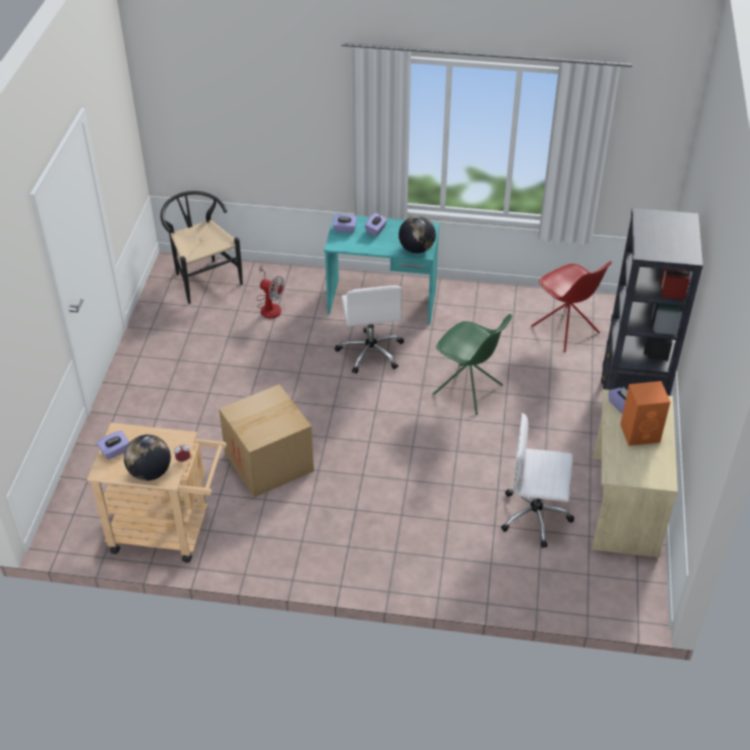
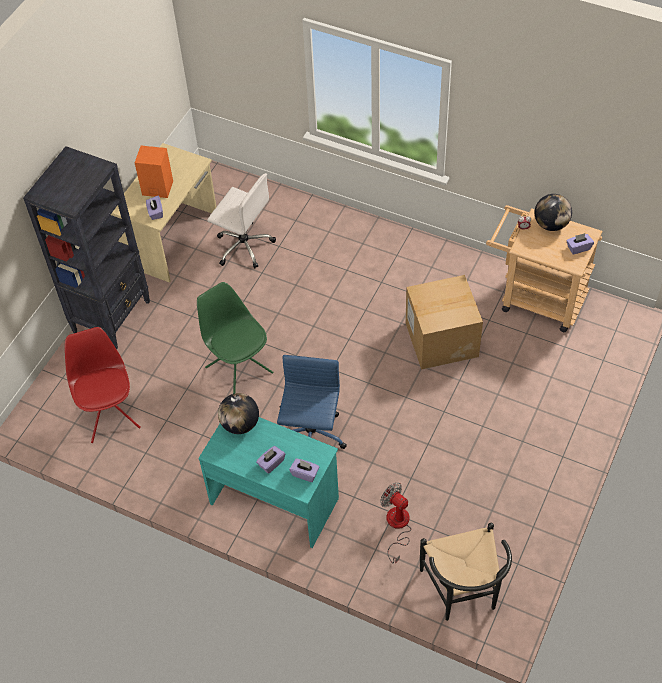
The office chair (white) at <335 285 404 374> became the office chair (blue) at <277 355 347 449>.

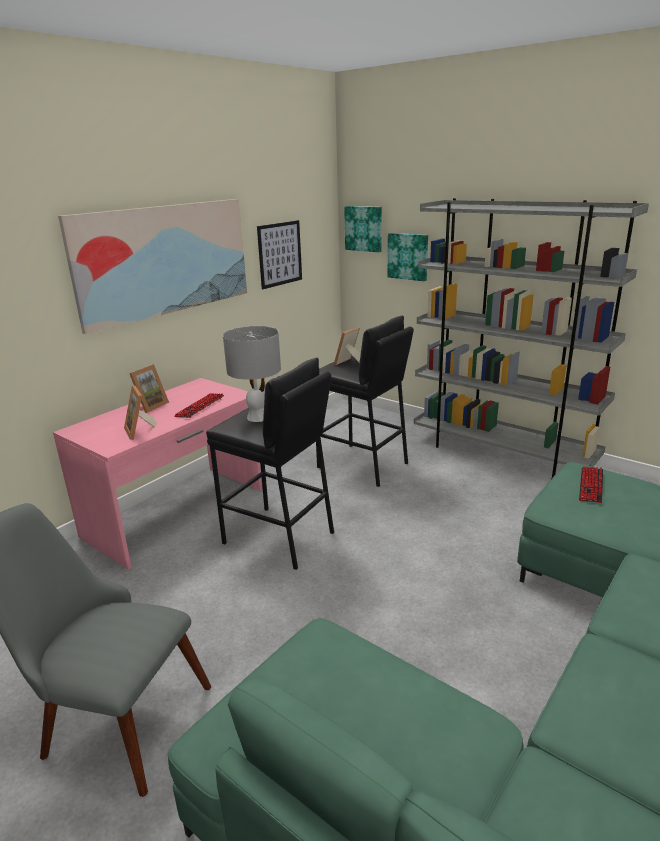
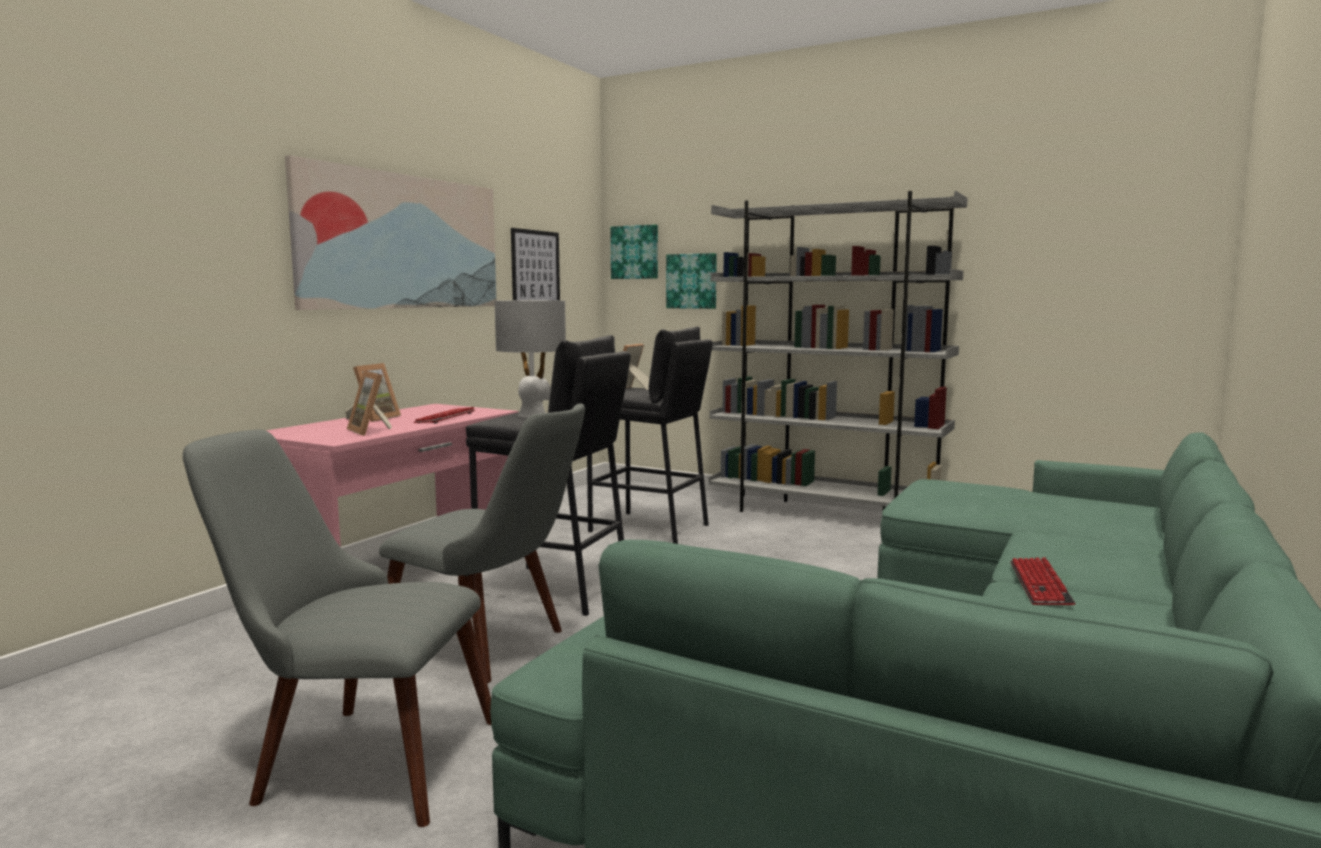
The keyboard moved from <579 466 603 503> to <1010 557 1075 605>. The chair (grey) at <379 403 585 683> appeared.

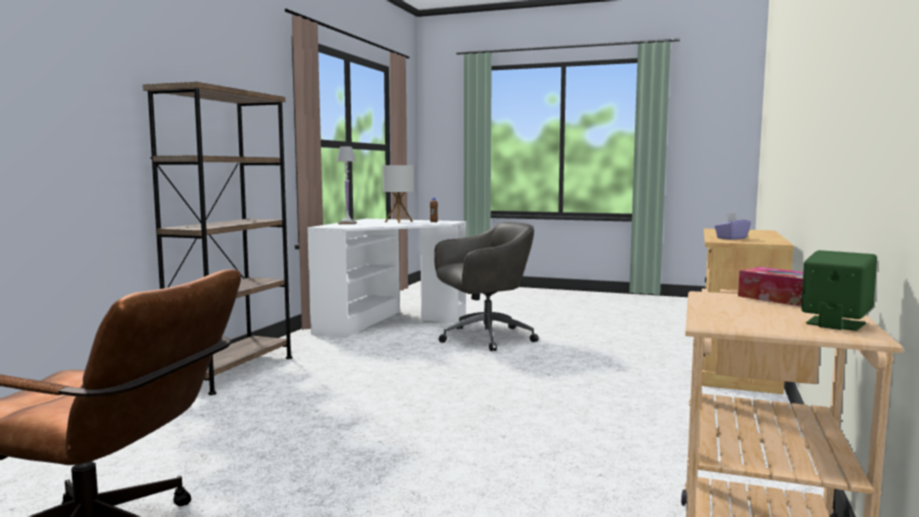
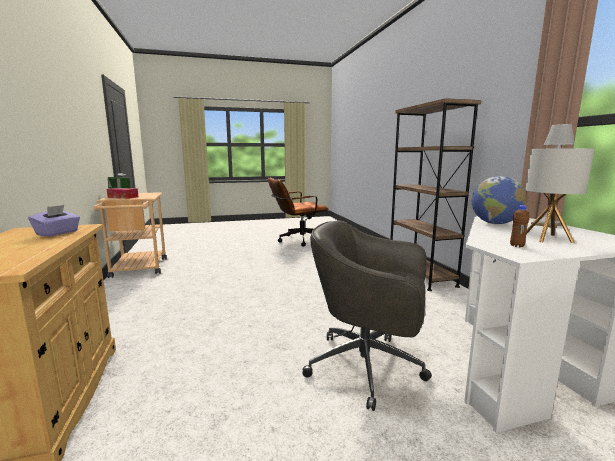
The office chair (grey) at <434 222 539 351> turned 75 degrees clockwise. The globe at <472 176 527 224> appeared.

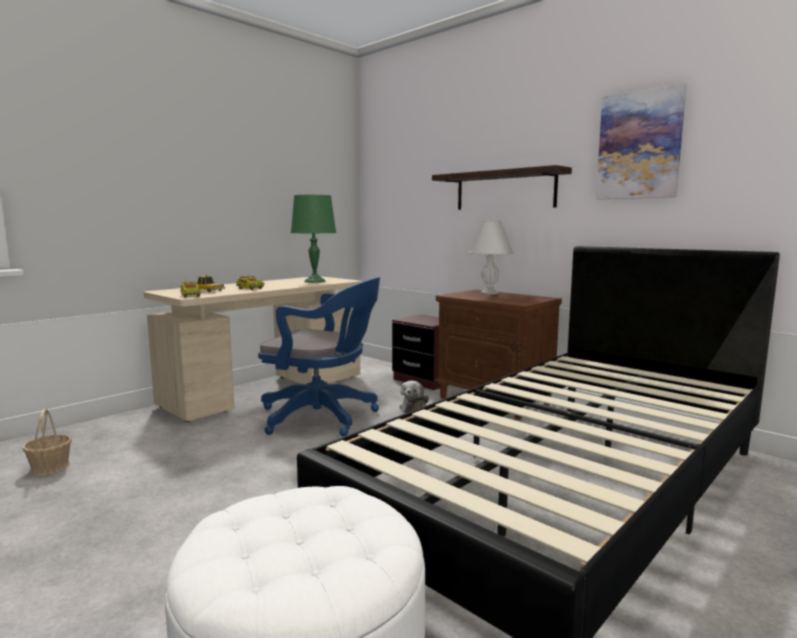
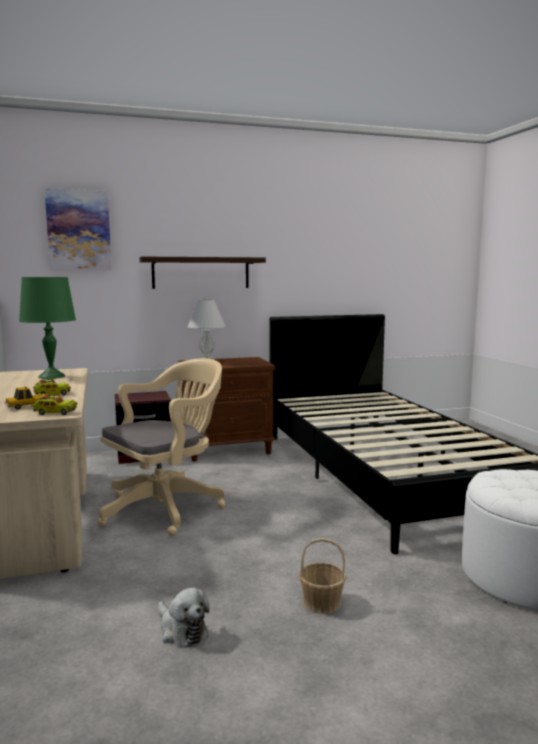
The picture moved from <596 83 687 200> to <45 188 112 271>. The office chair (blue) at <258 277 380 437> became the office chair (beige) at <97 358 225 536>. The plush toy moved from <400 380 429 413> to <158 588 209 647>. The basket moved from <23 409 72 475> to <299 538 346 614>.

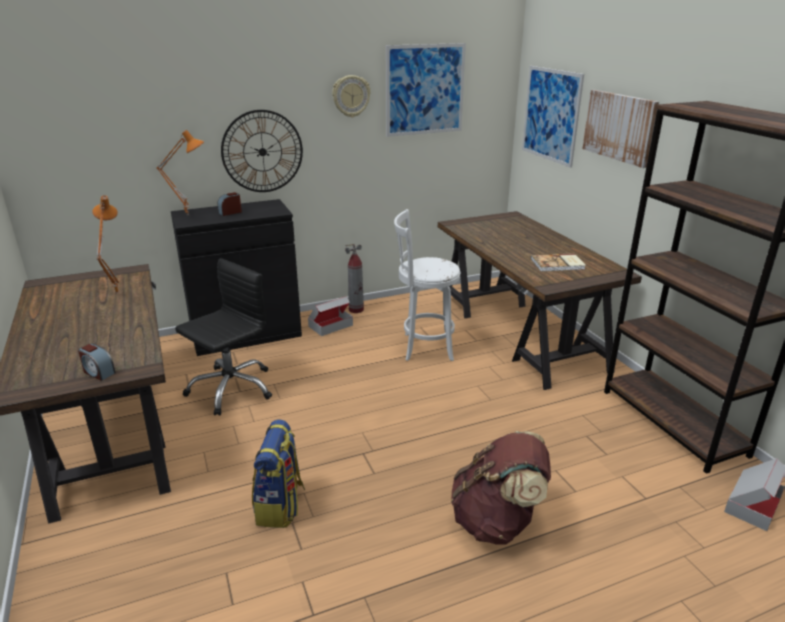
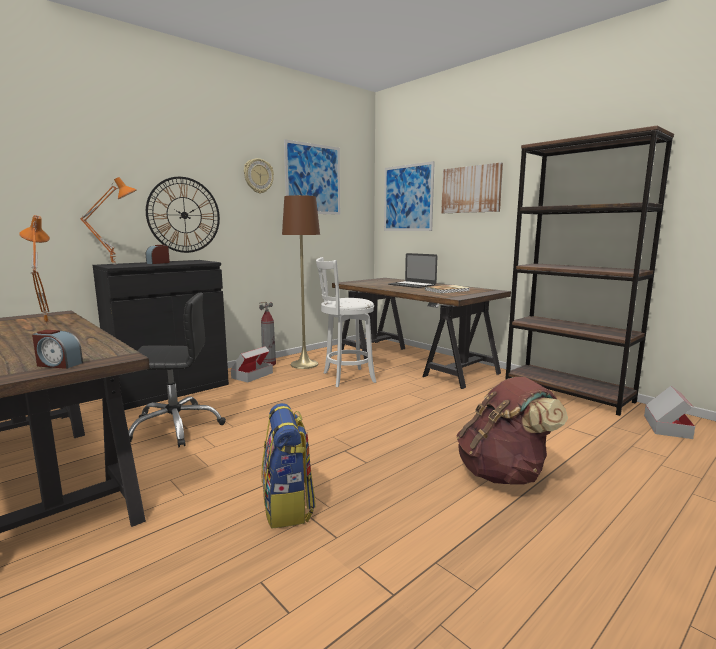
The office chair (black) at <175 258 272 416> turned 60 degrees clockwise. The floor lamp (brown) at <282 195 320 369> appeared. The laptop at <388 253 437 288> appeared.

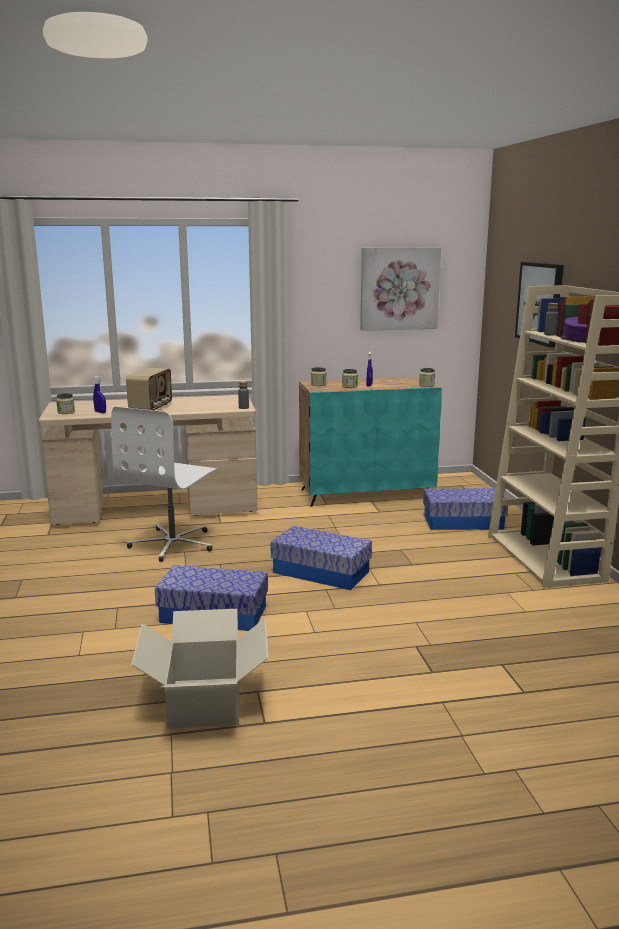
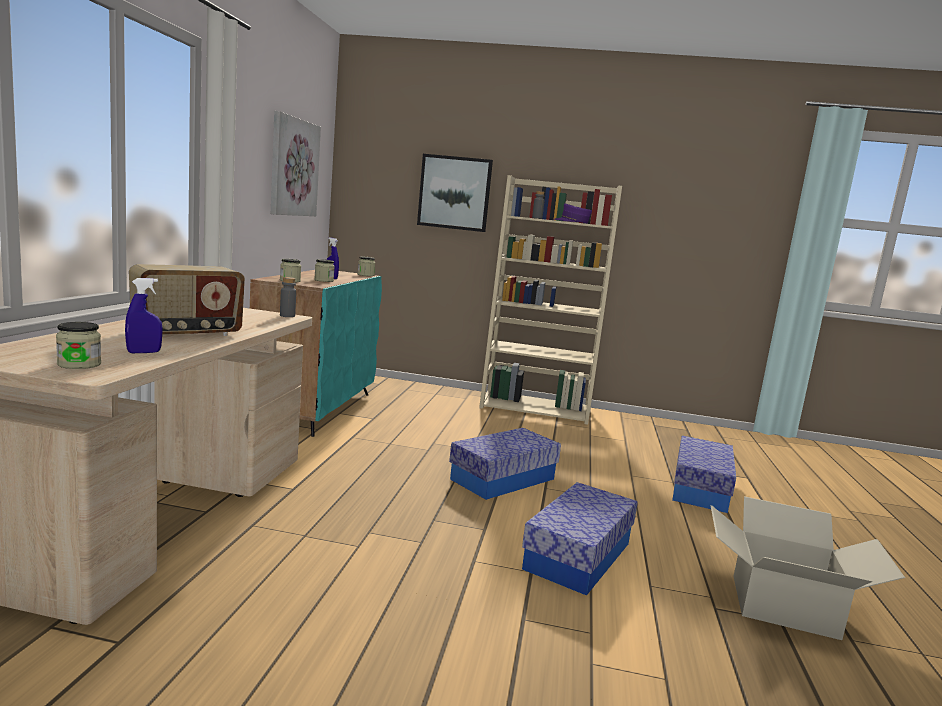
The radio at <126 368 172 410> turned 105 degrees clockwise. The office chair (white) at <111 406 217 562> disappeared. The storage box moved from <423 488 508 530> to <672 436 736 513>.

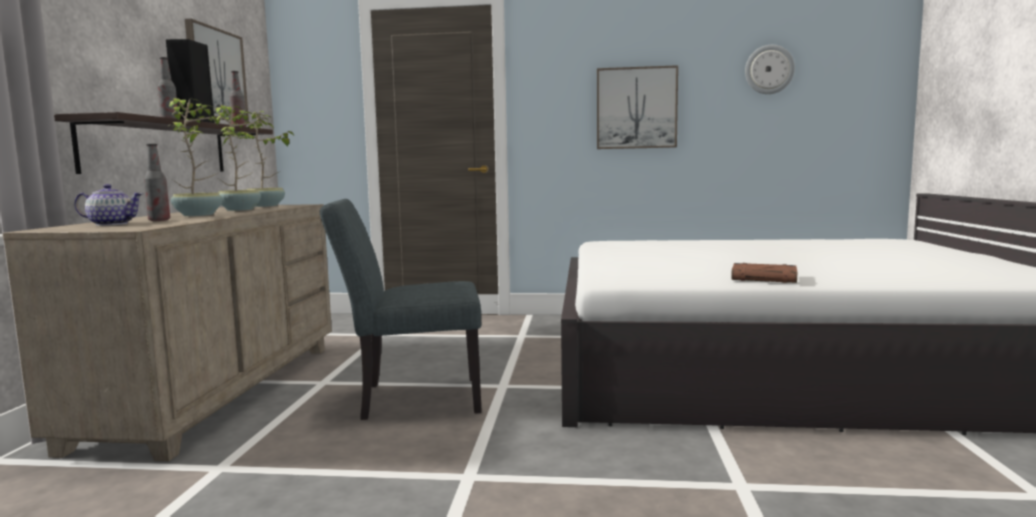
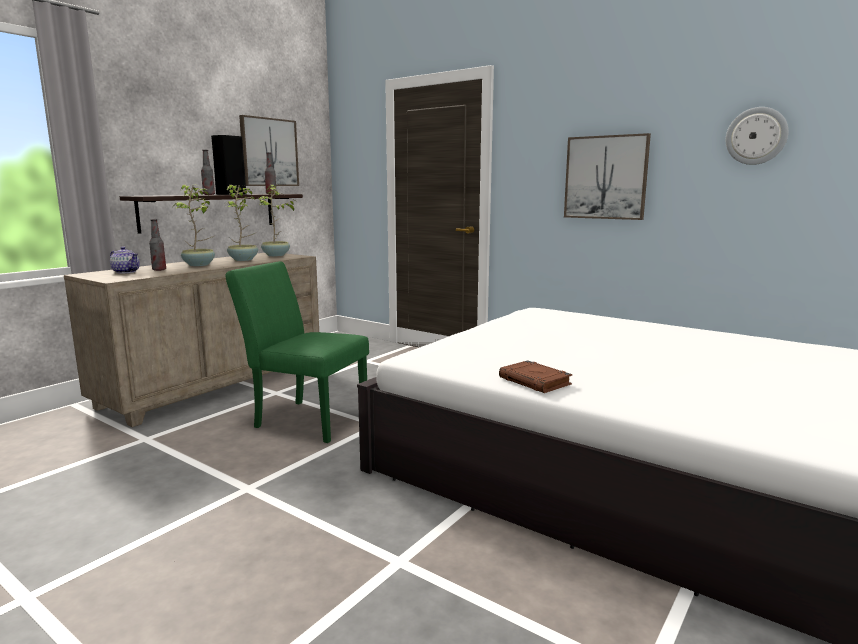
The chair (grey) at <320 199 482 420> became the chair (green) at <225 261 369 443>.

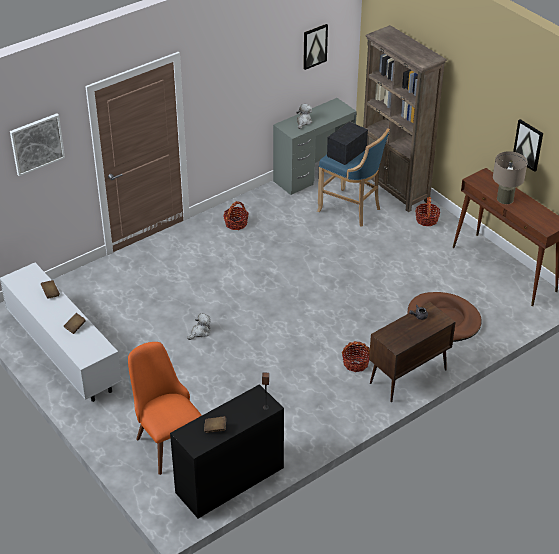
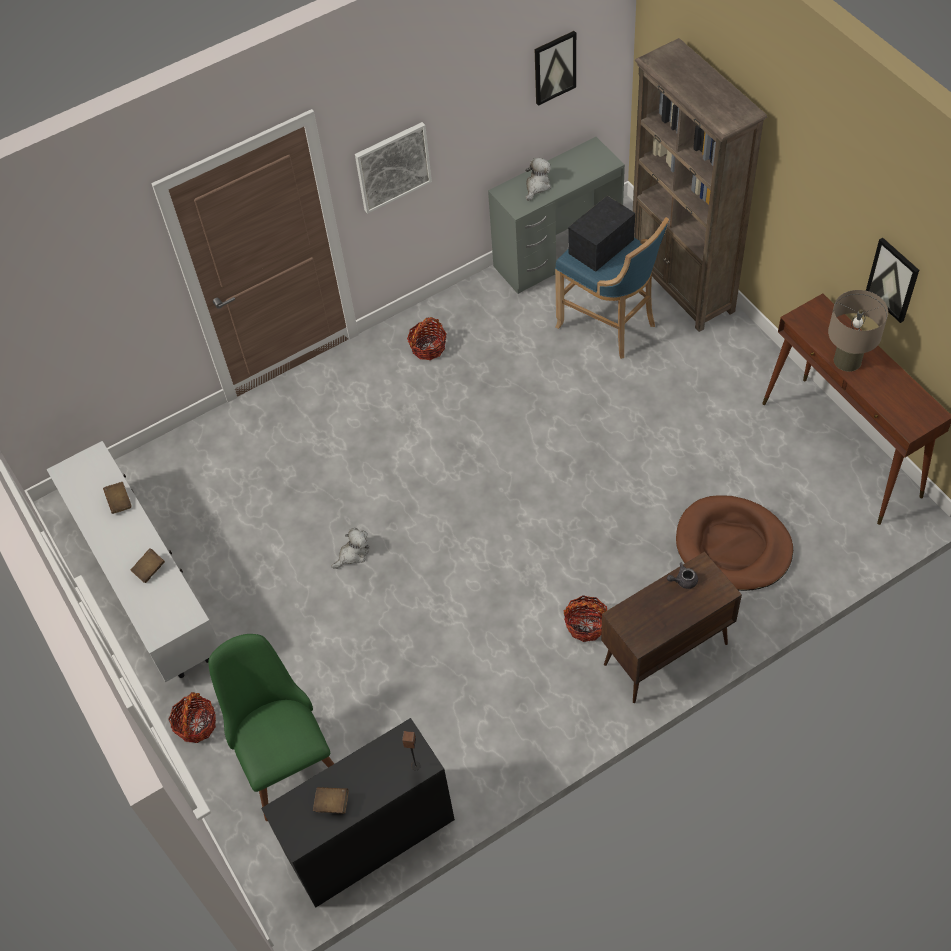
The picture moved from <10 113 65 176> to <355 122 432 214>. The basket moved from <415 197 440 226> to <168 692 216 743>. The chair (orange) at <128 342 202 475> became the chair (green) at <208 634 334 821>.

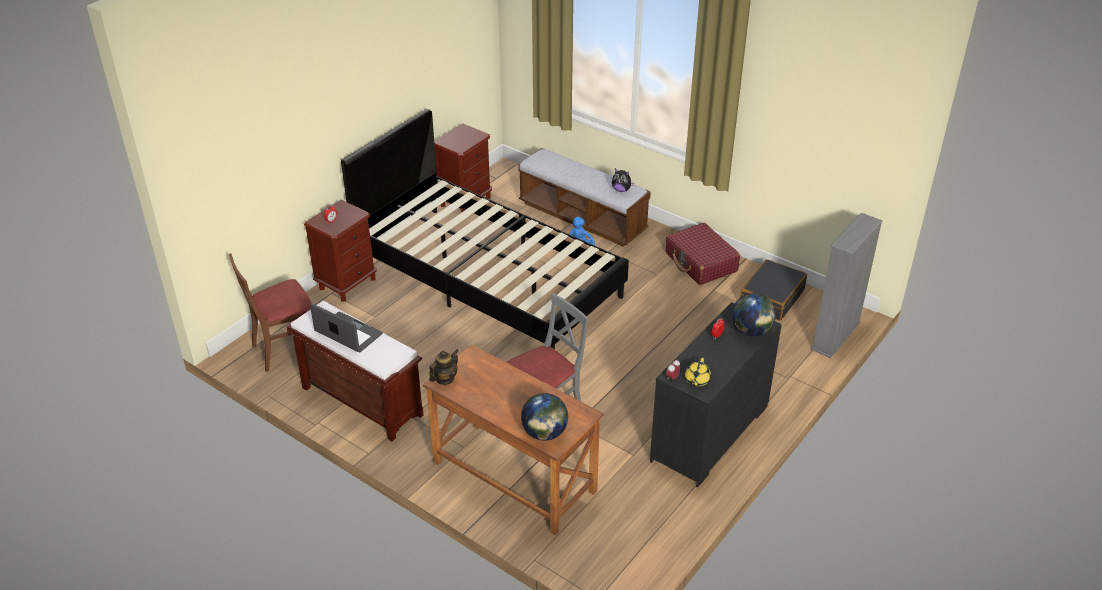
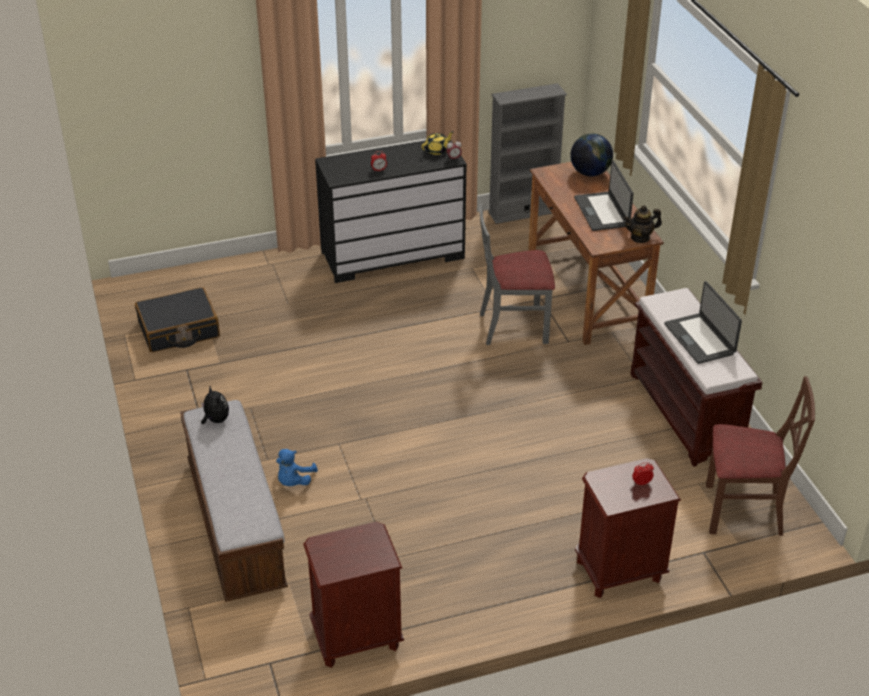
The bed (black) at <341 109 629 350> disappeared. The bookcase (grey) moved from <811 213 883 358> to <488 83 567 224>. The suitcase (red) at <666 223 740 285> disappeared. The globe at <732 293 776 336> disappeared. The laptop at <574 161 634 231> appeared.

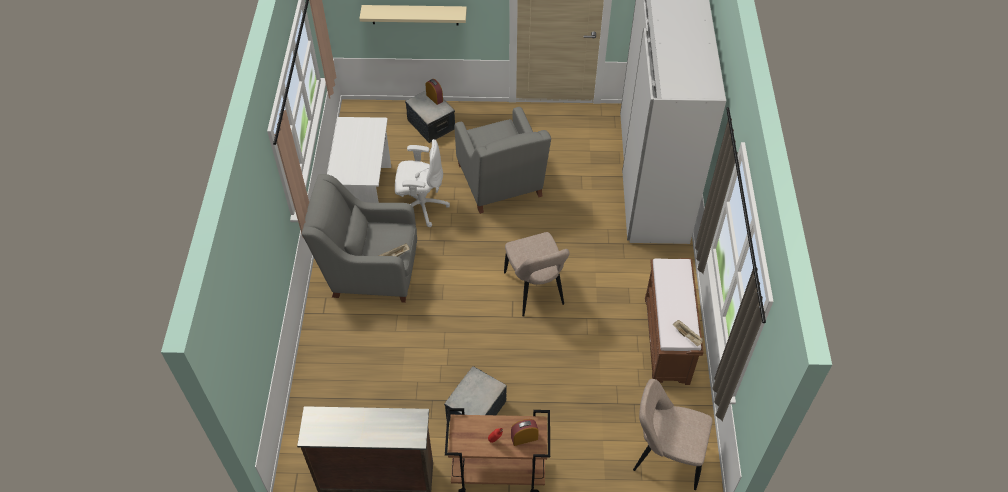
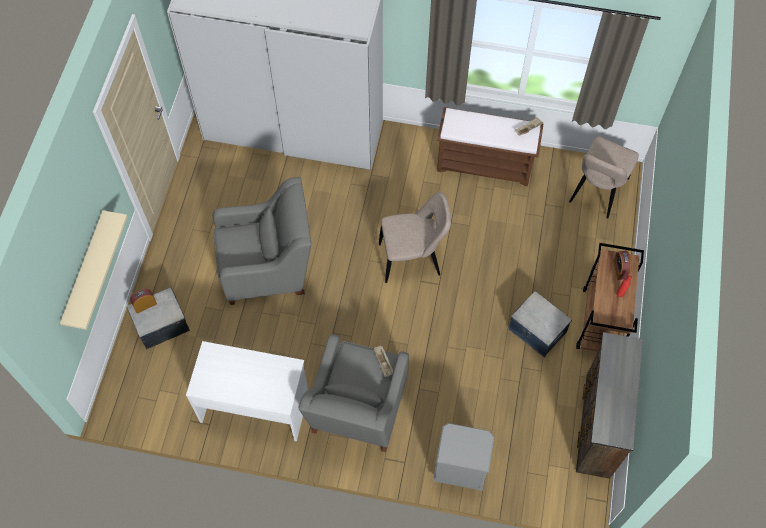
The office chair (white) at <395 139 450 227> disappeared. The nightstand (grey) at <433 423 494 491> appeared.

